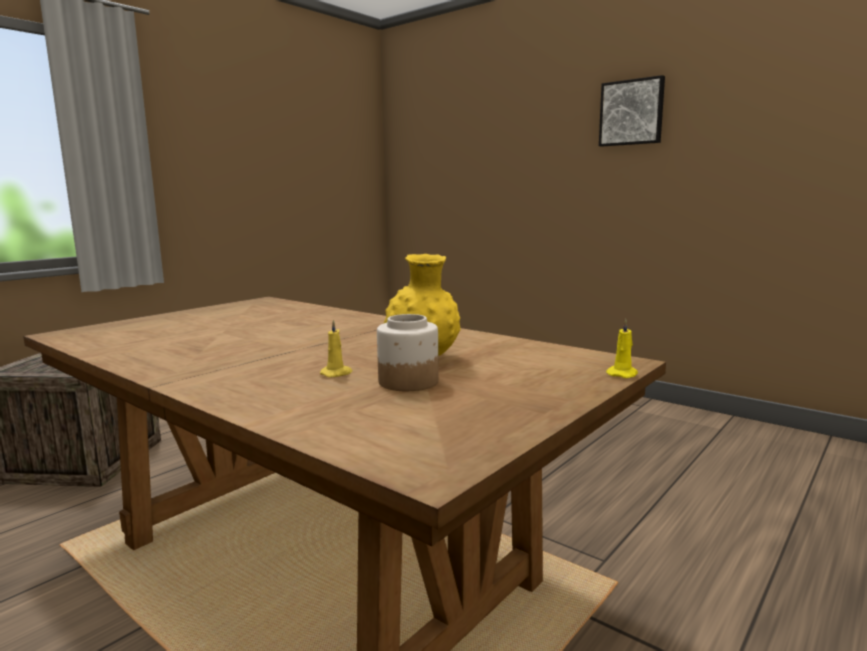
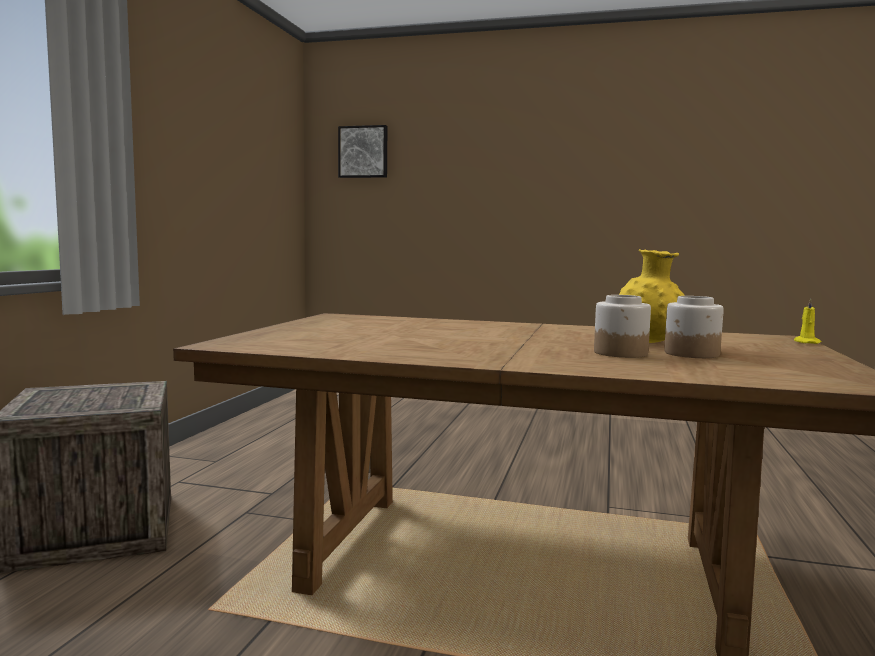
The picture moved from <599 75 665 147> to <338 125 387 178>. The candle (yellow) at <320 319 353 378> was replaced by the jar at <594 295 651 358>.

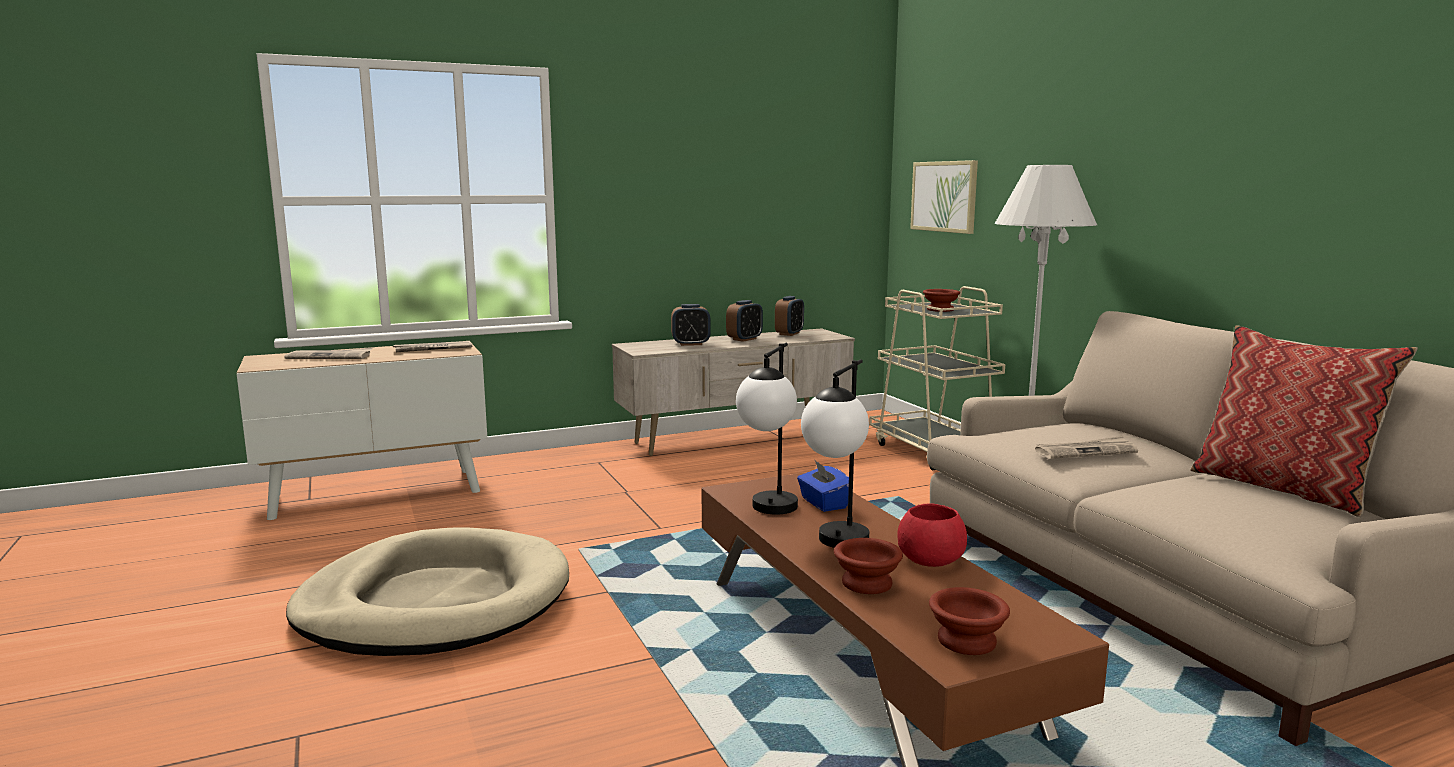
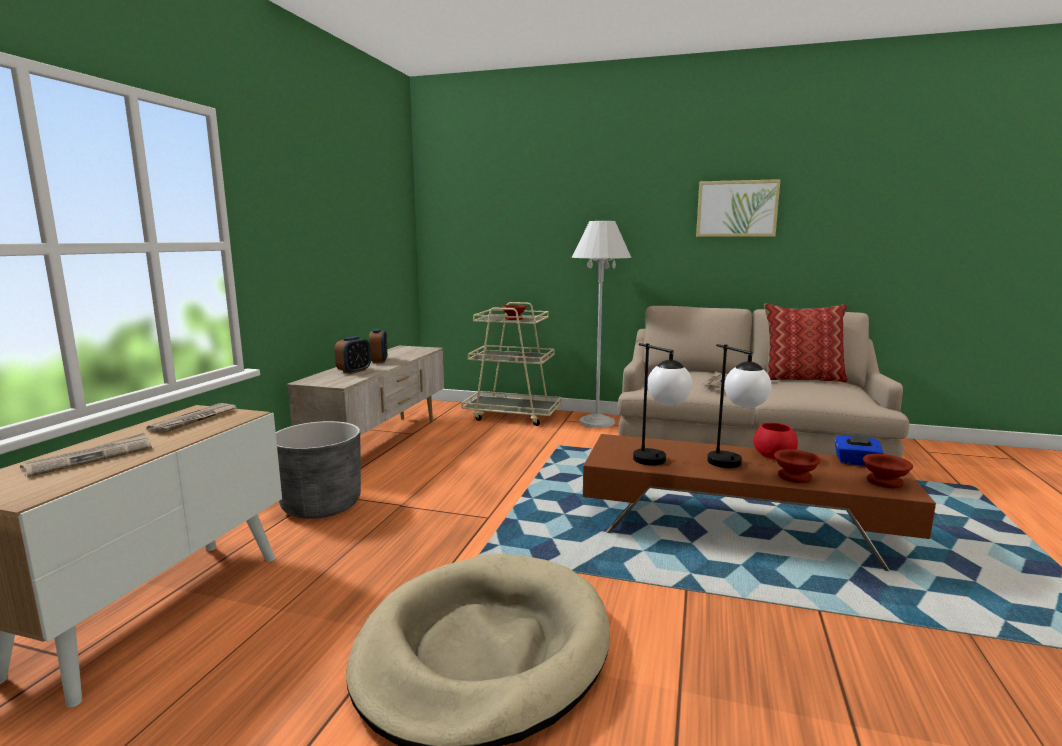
The picture moved from <910 160 978 234> to <696 179 780 237>. The alarm clock at <775 296 804 336> disappeared. The tissue box (blue) moved from <797 459 849 512> to <834 433 884 466>. The planter (grey) at <276 421 361 519> appeared.

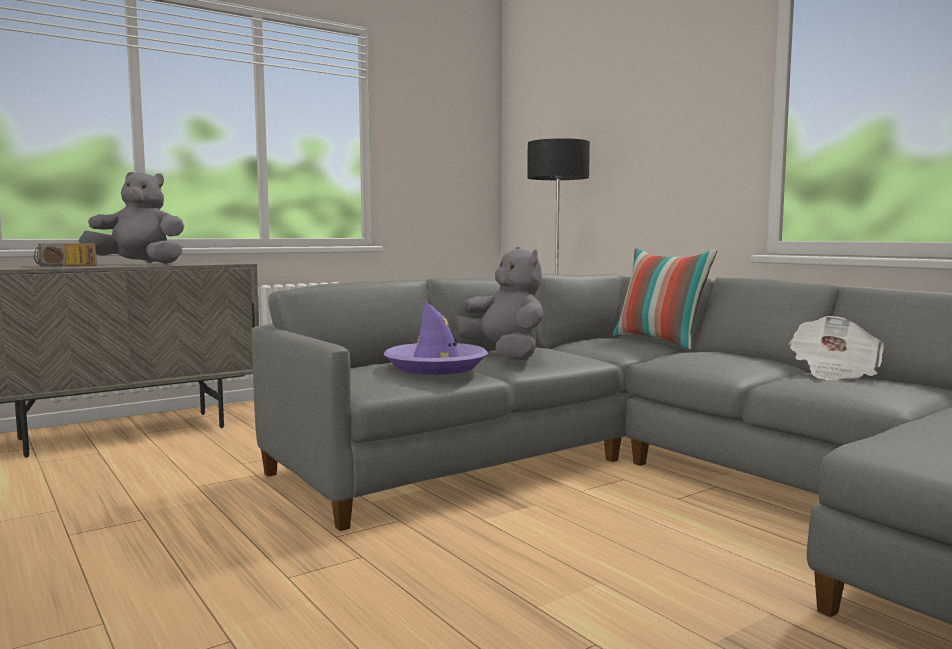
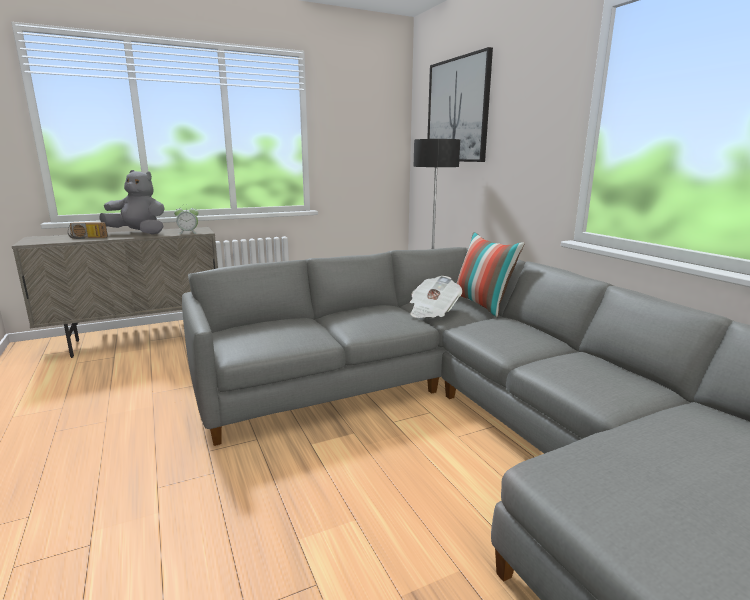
The plush toy (grey) at <455 247 544 360> disappeared. The hat (purple) at <384 301 488 375> disappeared. The newspaper moved from <788 316 884 380> to <410 276 463 318>. The picture at <427 47 493 162> appeared. The alarm clock at <174 205 199 234> appeared.

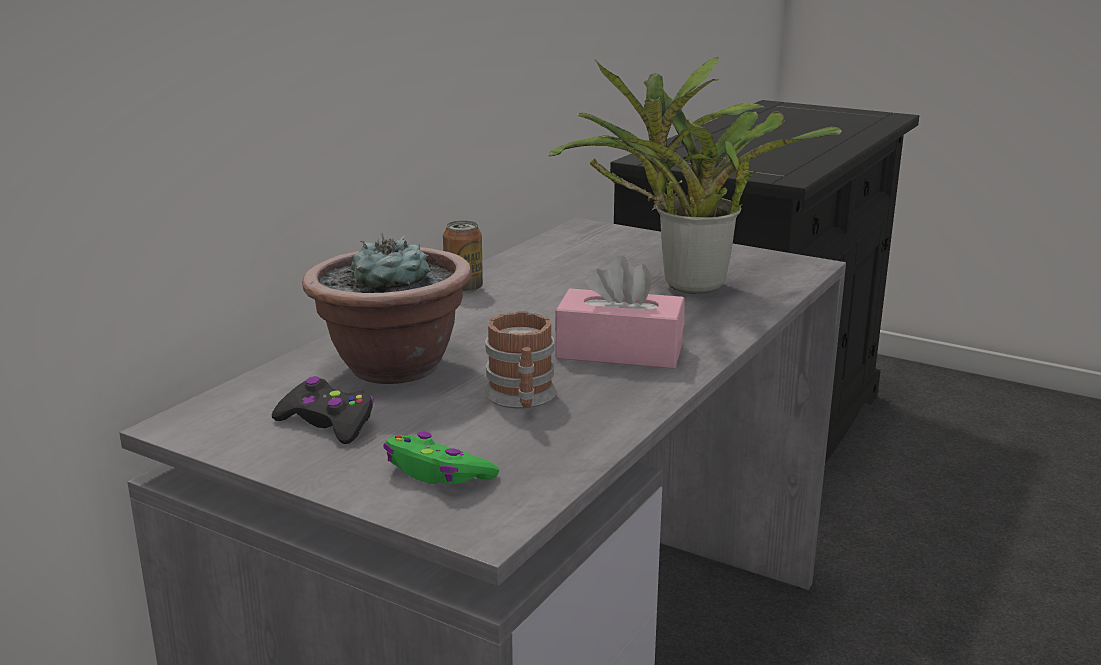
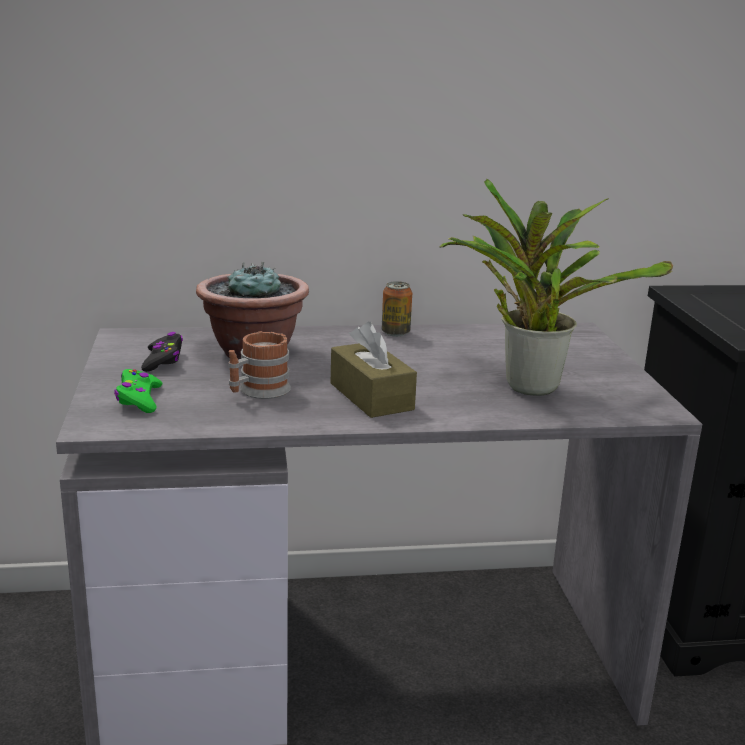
The tissue box (pink) at <555 255 684 369> became the tissue box (brown) at <331 322 417 418>.

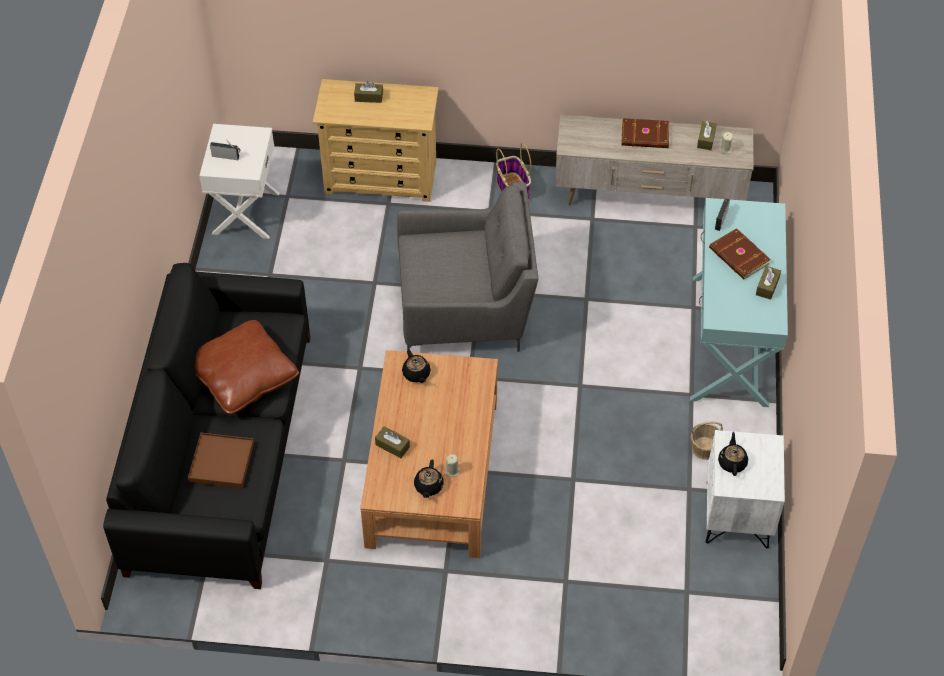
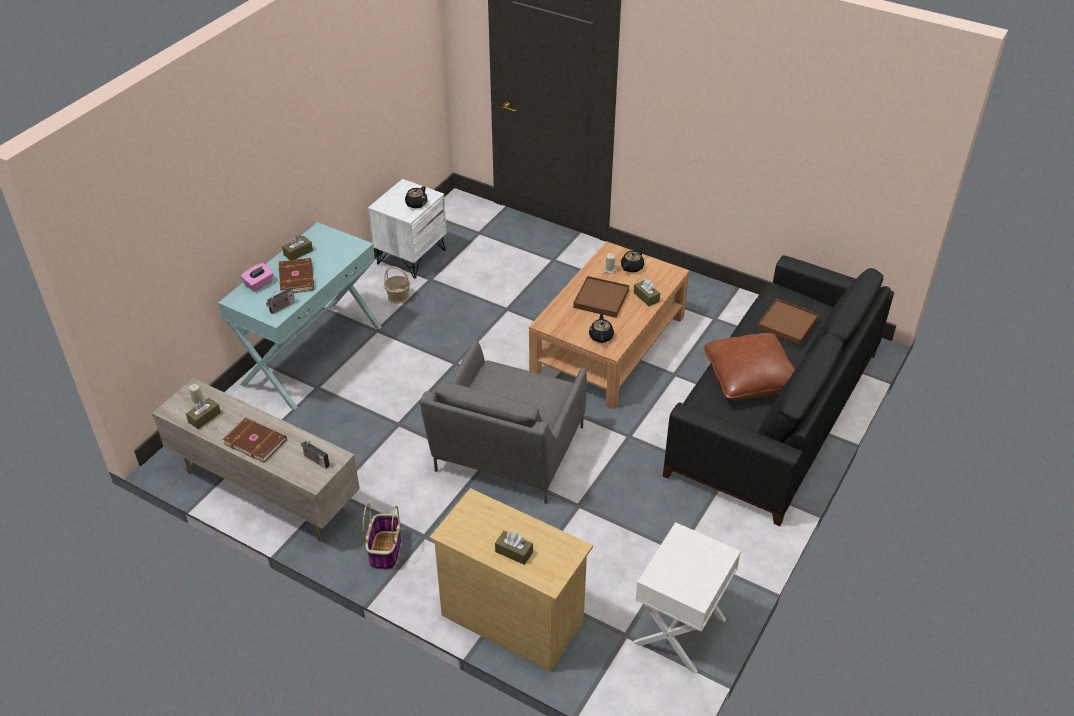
The radio moved from <210 140 241 160> to <301 440 330 469>. The armchair (grey) at <397 182 538 352> turned 90 degrees counterclockwise. The tissue box (pink) at <241 263 274 291> appeared. The tray (brown) at <573 276 629 318> appeared.

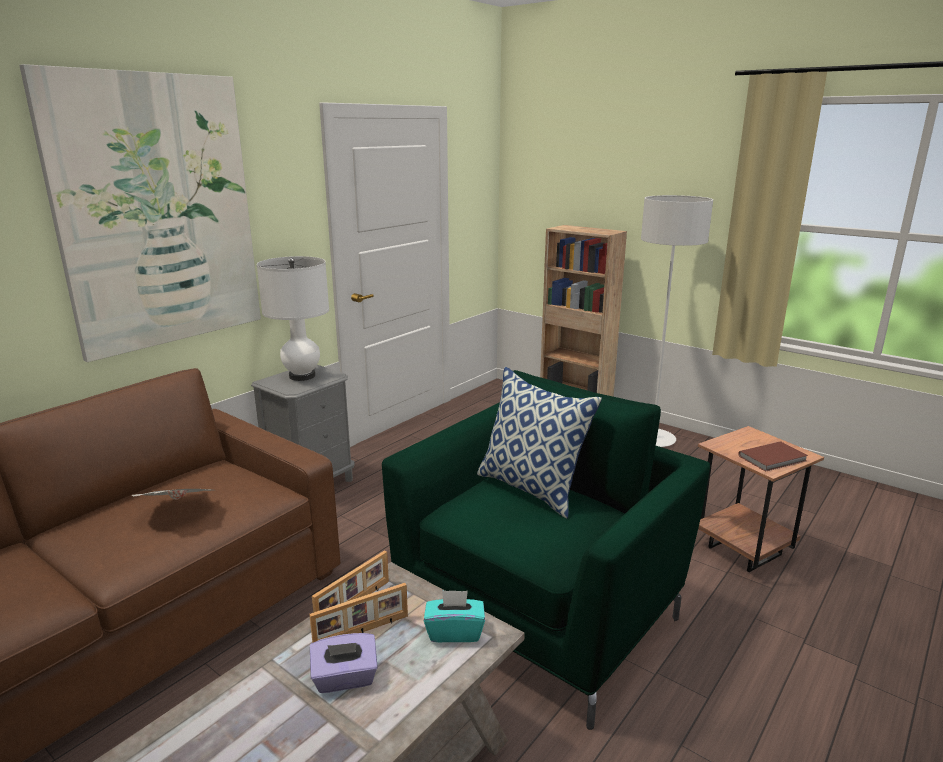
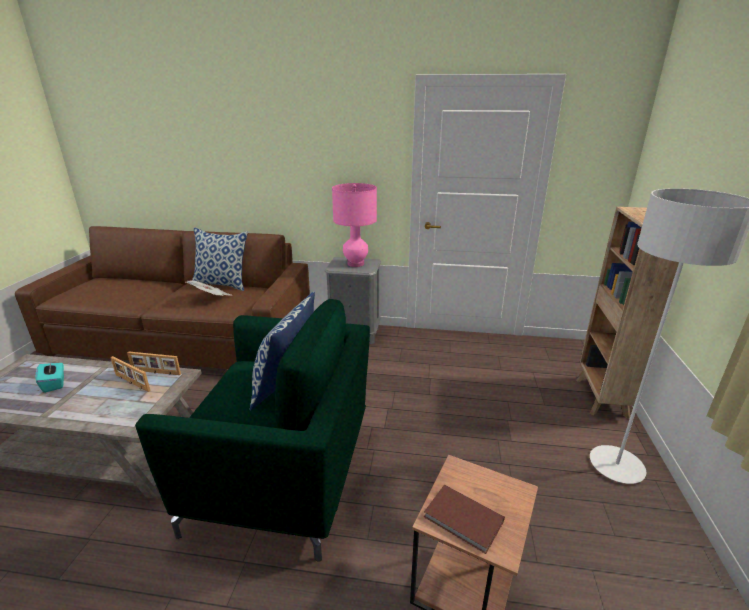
The picture at <19 64 261 362> disappeared. The table lamp (white) at <257 256 329 381> became the table lamp (pink) at <332 183 377 267>. The tissue box (turquoise) moved from <424 590 485 642> to <36 359 64 393>. The tissue box (purple) at <310 633 378 693> disappeared. The pillow at <192 228 248 291> appeared.

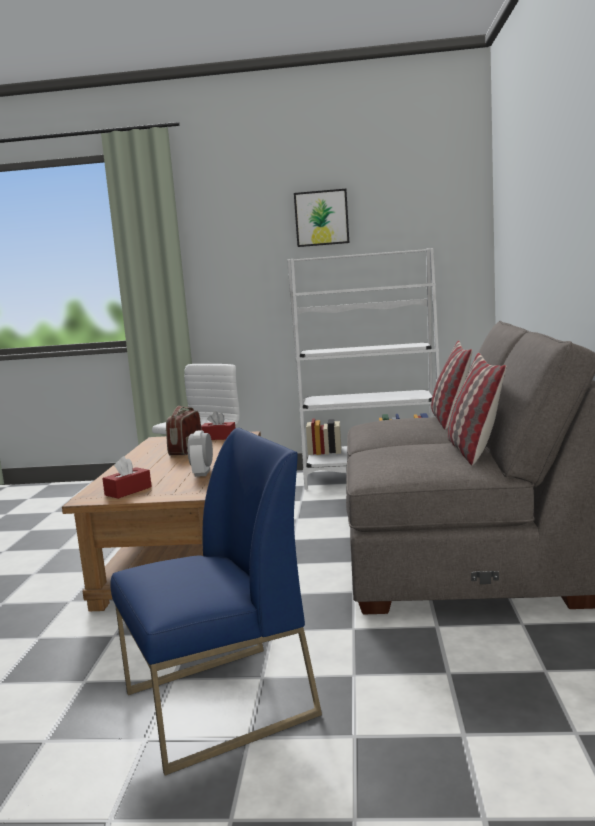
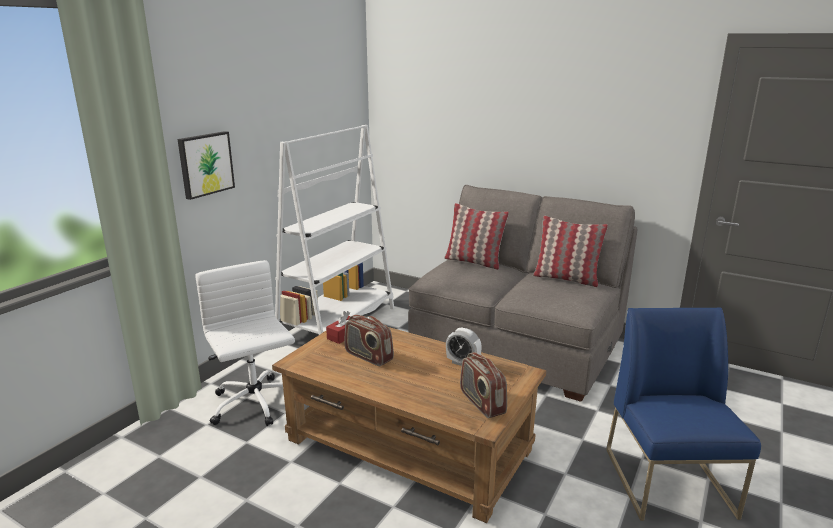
The picture moved from <294 189 349 247> to <177 131 235 200>. The tissue box (red) at <102 456 152 499> was replaced by the radio at <460 352 507 418>.

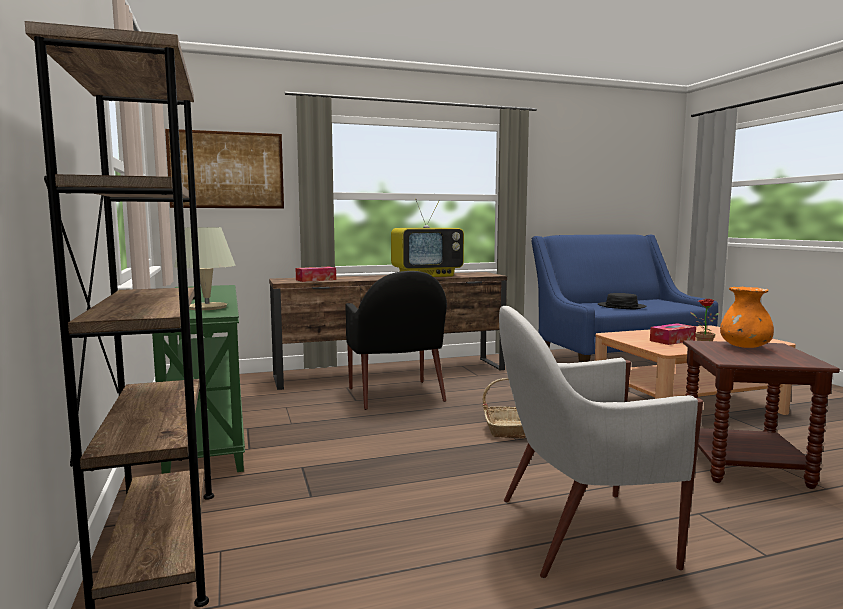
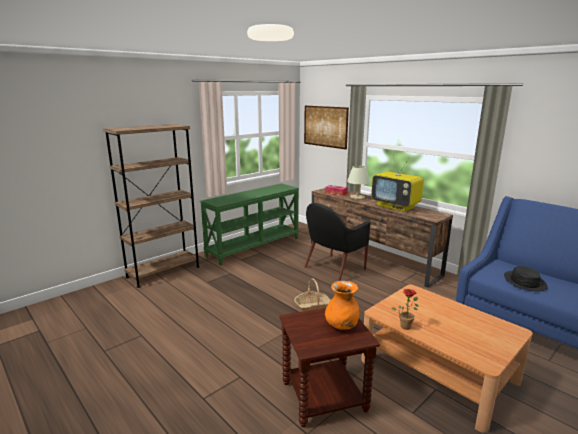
The table lamp (beige) moved from <174 227 235 310> to <347 166 370 200>. The armchair (white) at <499 306 703 578> disappeared. The tissue box at <650 323 696 345> disappeared.

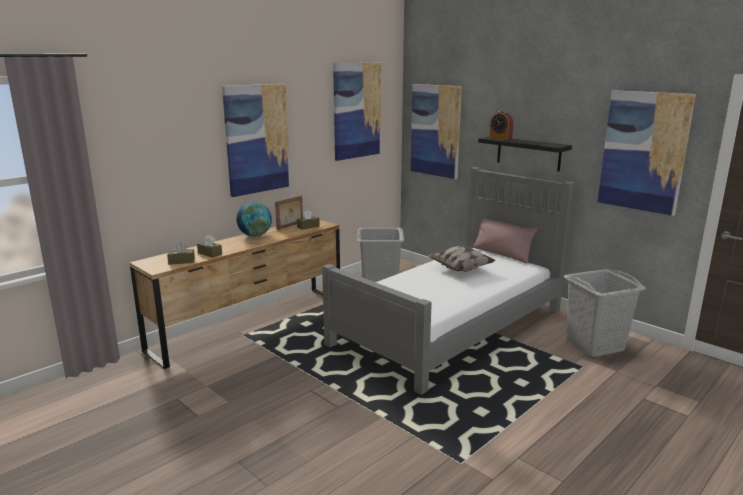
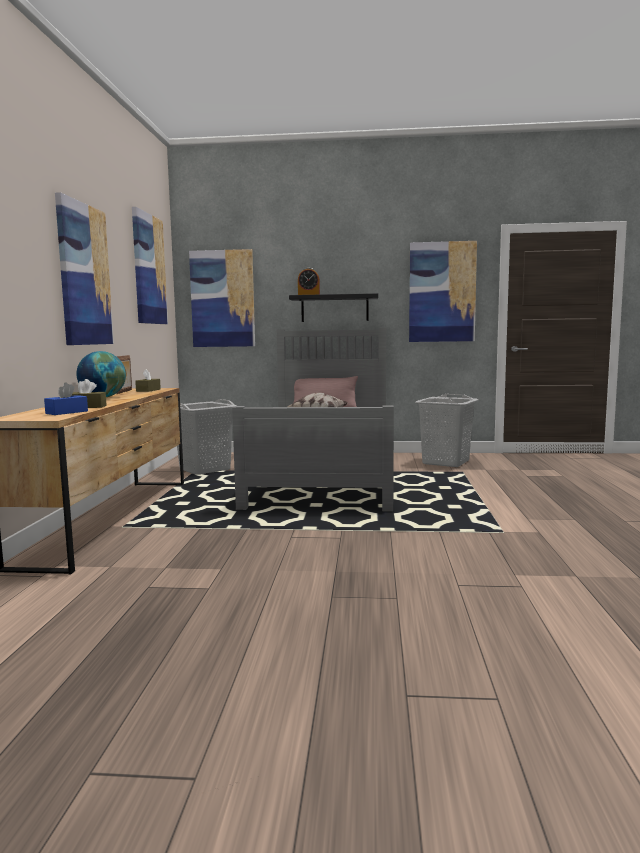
The tissue box (brown) at <167 242 195 265> became the tissue box (blue) at <44 382 88 415>.

